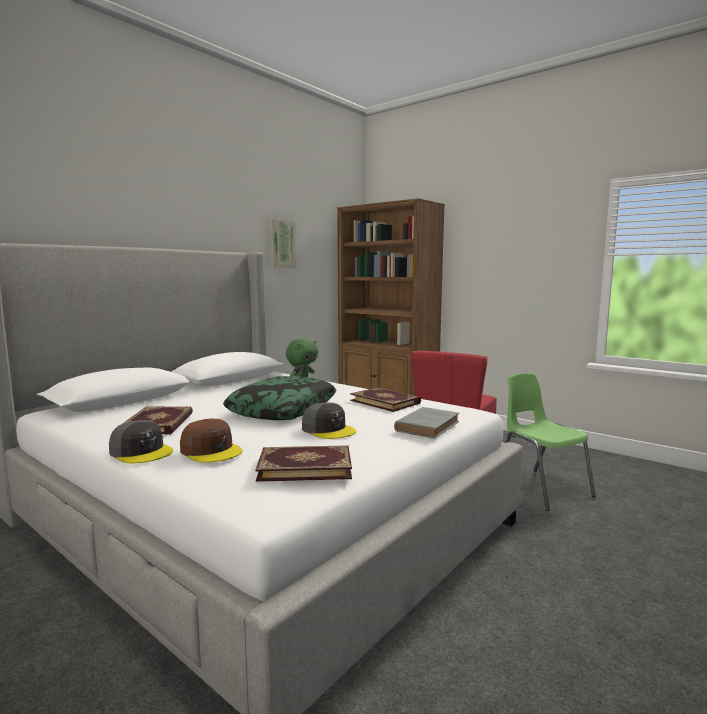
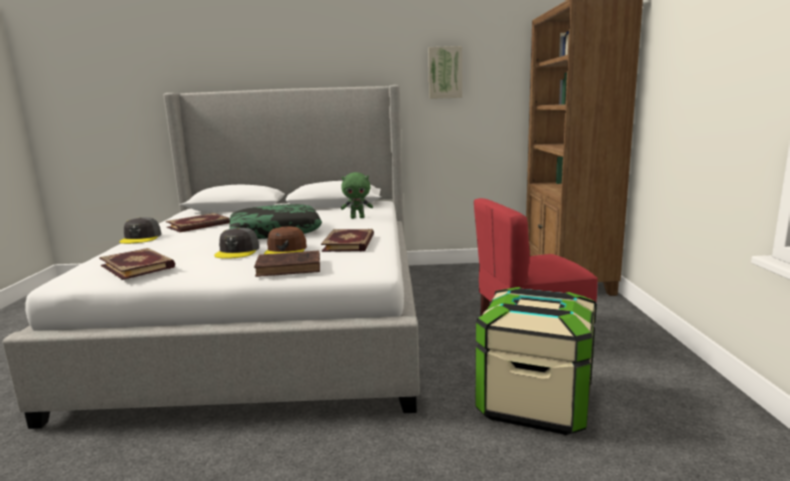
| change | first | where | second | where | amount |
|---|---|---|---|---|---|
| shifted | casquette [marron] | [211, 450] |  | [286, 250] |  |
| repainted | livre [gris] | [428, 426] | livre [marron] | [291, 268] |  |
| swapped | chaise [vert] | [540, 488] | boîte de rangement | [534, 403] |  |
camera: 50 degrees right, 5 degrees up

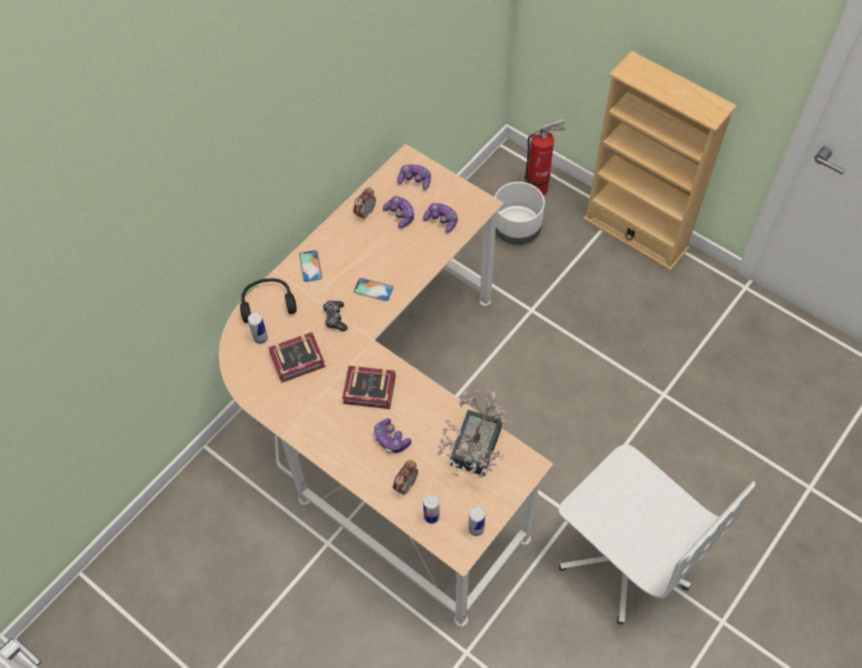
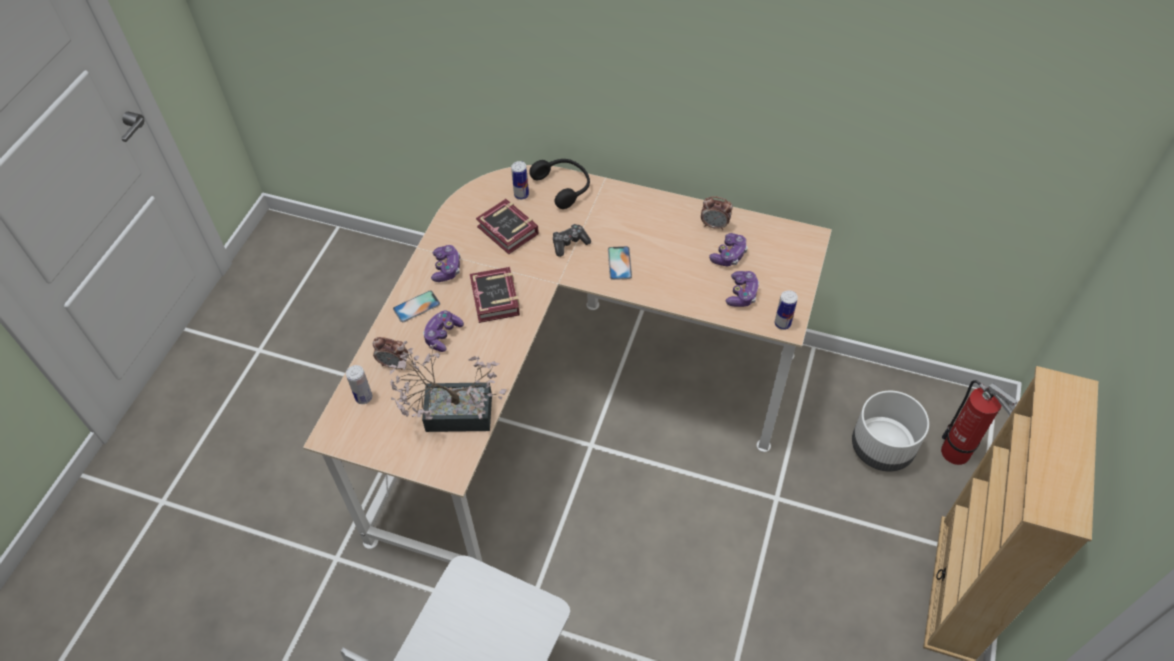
| change | first | where | second | where | amount |
|---|---|---|---|---|---|
| shifted | téléphone | [310, 266] |  | [416, 306] |  |
| shifted | manette | [415, 181] |  | [446, 268] |  |
| shifted | boîte métallique | [476, 529] |  | [782, 323] |  |
camera: 70 degrees right, 5 degrees down

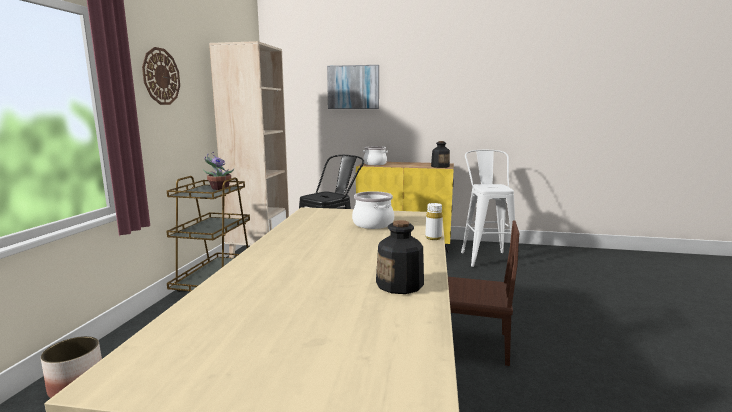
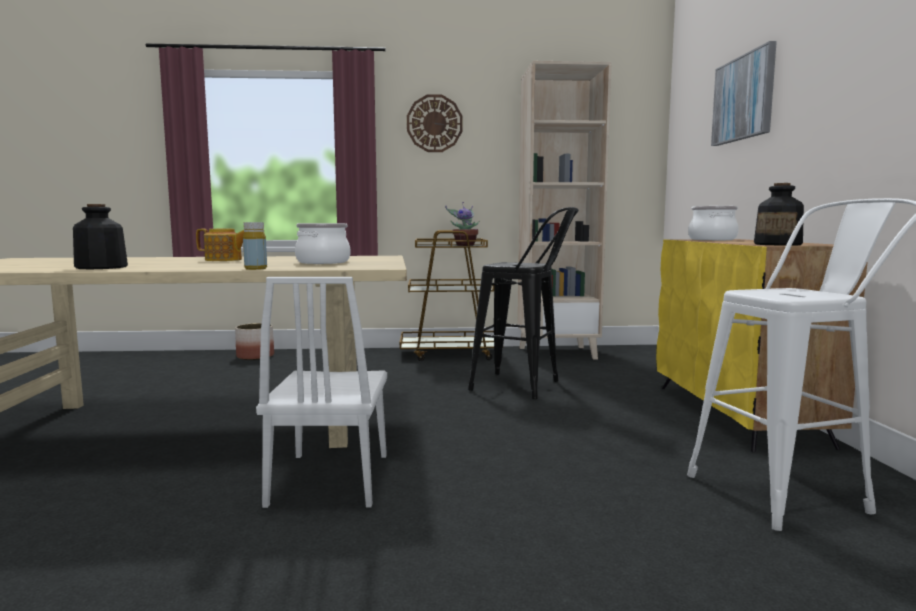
| change | first | where | second | where | amount |
|---|---|---|---|---|---|
| repainted | bouteille [blanc] | [433, 238] | bouteille [jaune] | [255, 268] |  |
| repainted | chaise [marron] | [470, 344] | chaise [blanc] | [330, 478] |  |
| new |  |  | théière | [224, 260] |  |
camera: 75 degrees right, 5 degrees down

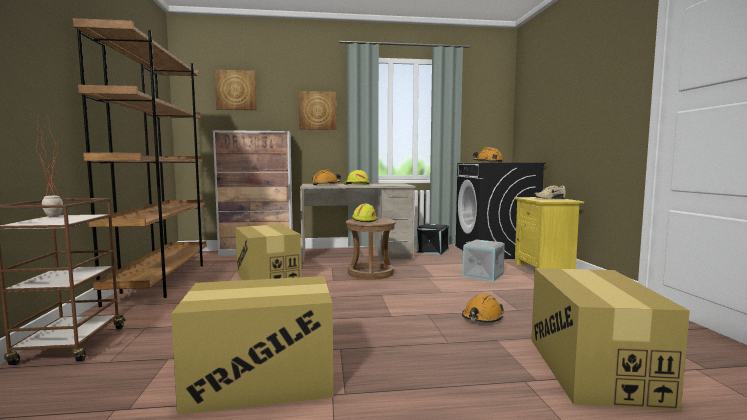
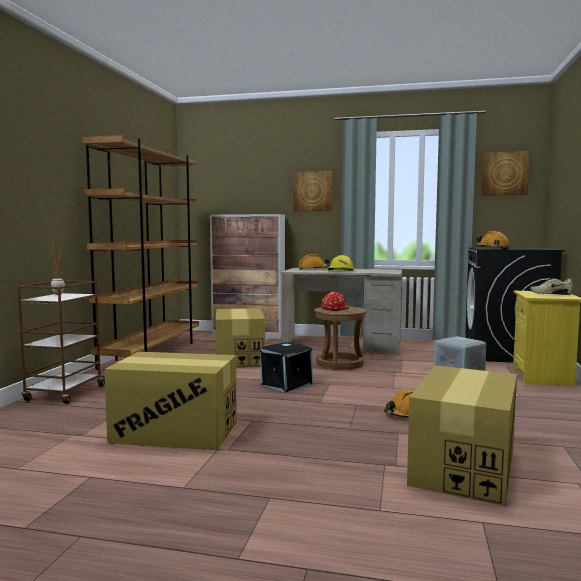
| change | first | where | second | where | amount |
|---|---|---|---|---|---|
| shifted | tableau | [236, 90] |  | [504, 173] |  |
| repainted | casque de chantier [jaune] | [364, 220] | casque de chantier [rouge] | [334, 309] |  |
| shifted | boîte de rangement [noir] | [433, 251] |  | [287, 384] |  |
camera: 20 degrees right, 0 degrees up

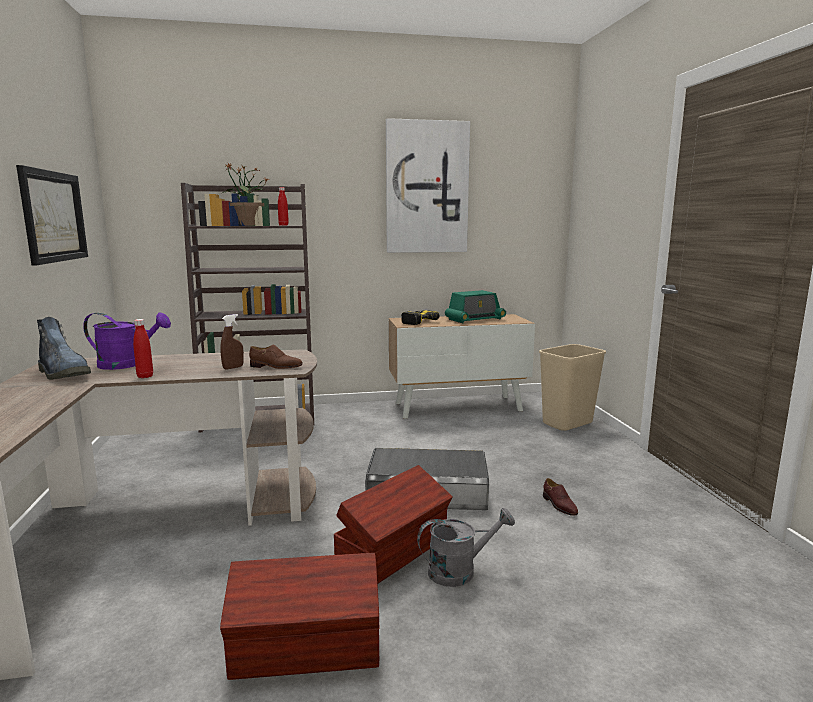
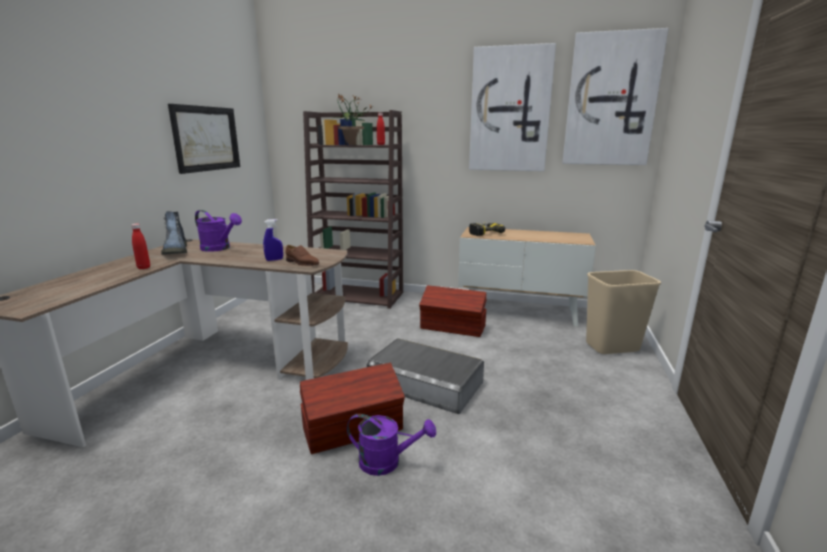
| change | first | where | second | where | amount |
|---|---|---|---|---|---|
| shifted | bouteille [rouge] | [145, 376] |  | [144, 268] |  |
| repainted | vaporisateur [marron] | [233, 367] | vaporisateur [bleu] | [274, 260] |  |
| shifted | boîte de rangement [marron] | [307, 650] |  | [453, 327] |  |
| repainted | arrosoir [gris] | [460, 570] | arrosoir [violet] | [387, 462] |  |
| gone | radio | [475, 319] |  |  |  |
| gone | chaussure [marron] | [559, 505] |  |  |  |
| new |  |  | tableau | [611, 100] |  |
camera: 25 degrees right, 5 degrees up

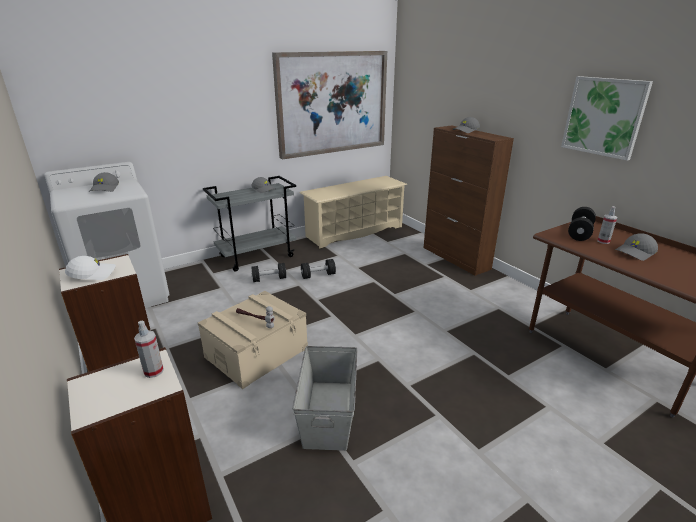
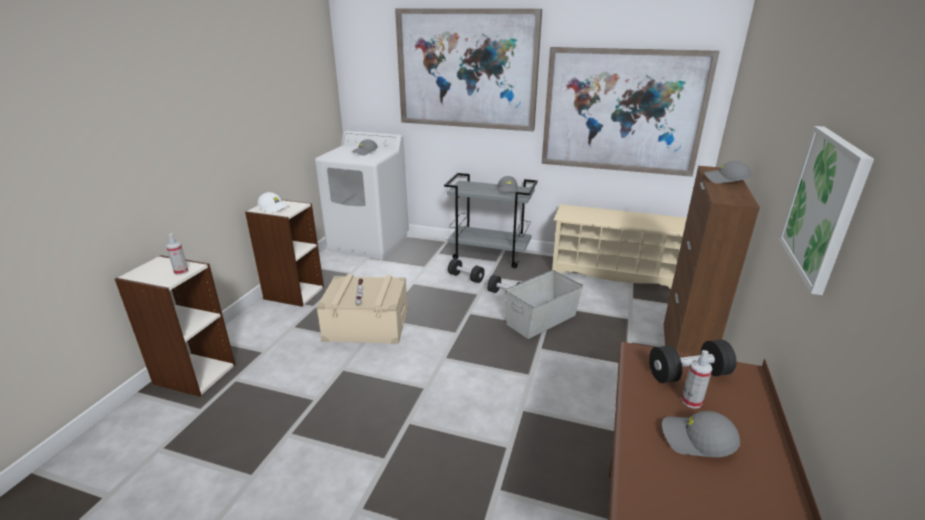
| change | first | where | second | where | amount |
|---|---|---|---|---|---|
| shifted | boîte de rangement [gris] | [329, 413] |  | [542, 320] |  |
| new |  |  | tableau | [467, 69] |  |
camera: 50 degrees right, 0 degrees up

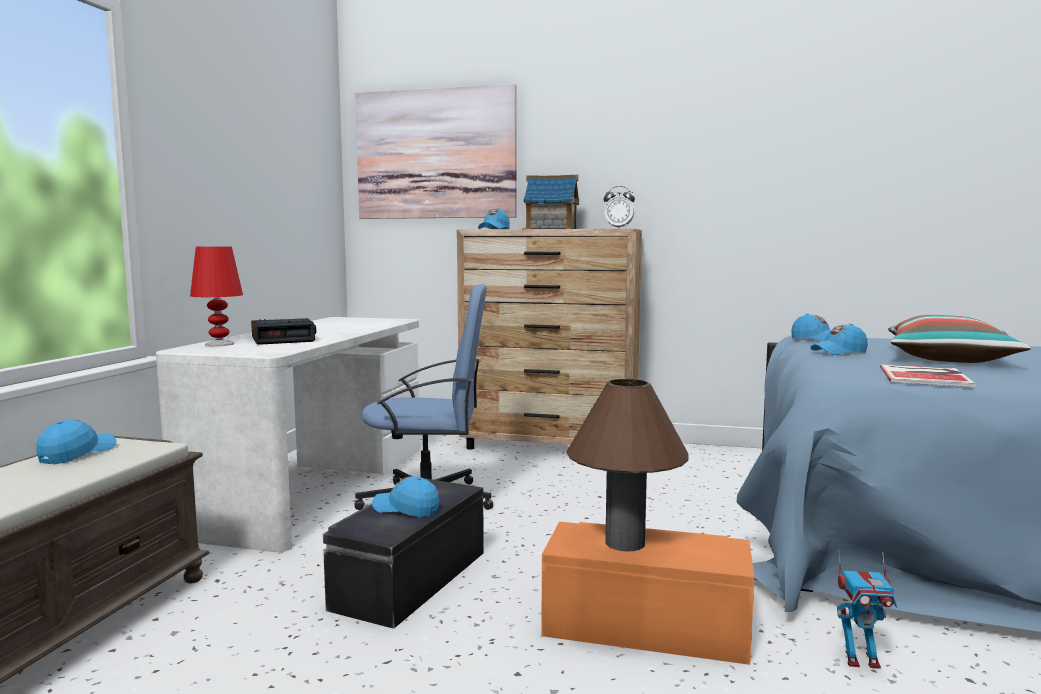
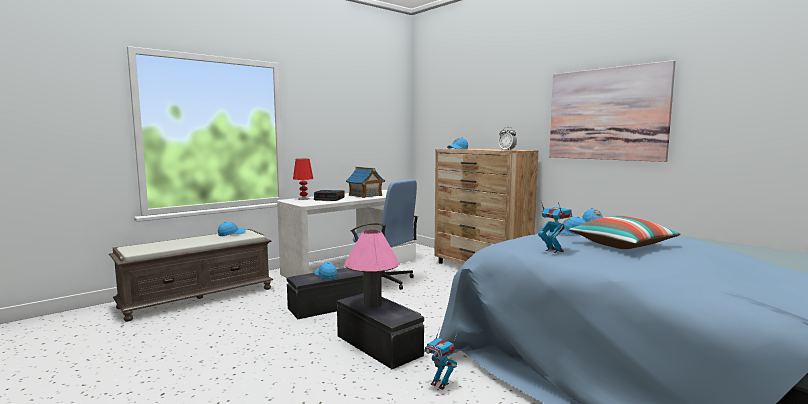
| change | first | where | second | where | amount |
|---|---|---|---|---|---|
| shifted | tableau | [436, 154] |  | [606, 114] |  |
| shifted | maison miniature | [552, 229] |  | [365, 195] |  |
| repainted | boîte de rangement [orange] | [645, 625] | boîte de rangement [noir] | [379, 345] |  |
| repainted | lampe de table [marron] | [625, 543] | lampe de table [rose] | [372, 304] |  |
| swapped | livre | [926, 376] | robot jouet | [554, 251] |  |
camera: 35 degrees right, 0 degrees up

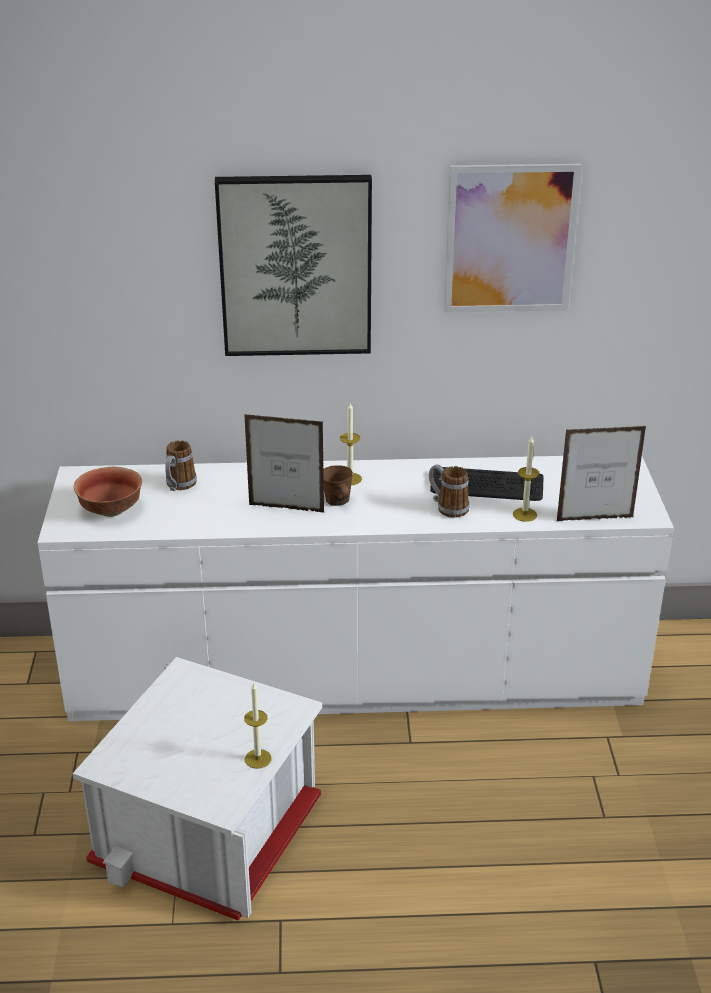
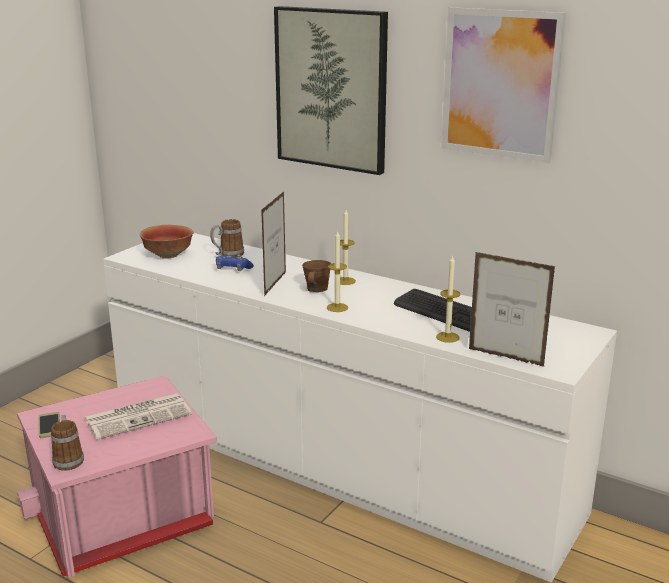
| change | first | where | second | where | amount |
|---|---|---|---|---|---|
| repainted | boîte de rangement [blanc] | [211, 828] | boîte de rangement [rose] | [124, 513] |  |
| rotated | cadre photo | [286, 508] |  | [275, 284] | 60 degrees clockwise |
| shifted | bougie | [258, 759] |  | [337, 307] |  |
| shifted | mug | [447, 507] |  | [68, 459] |  |
| new |  |  | téléphone | [49, 425] |  |
| new |  |  | journal | [139, 416] |  |
| new |  |  | manette [bleu] | [233, 269] |  |
camera: 35 degrees right, 10 degrees down

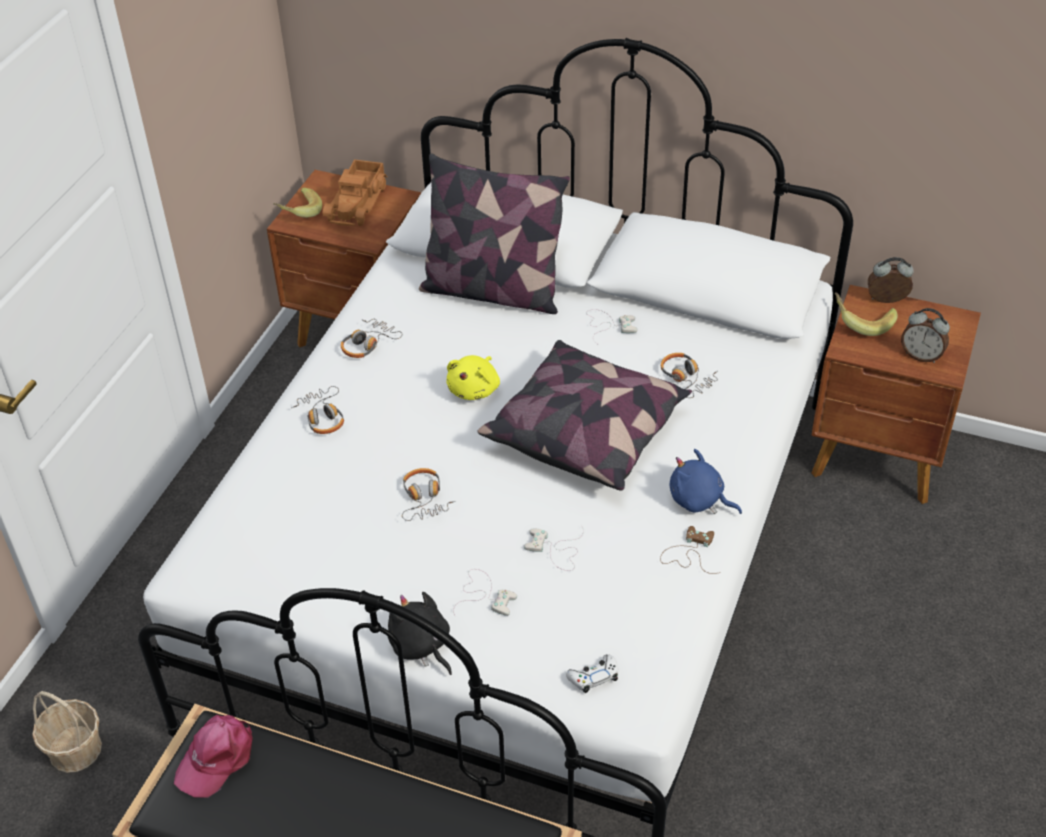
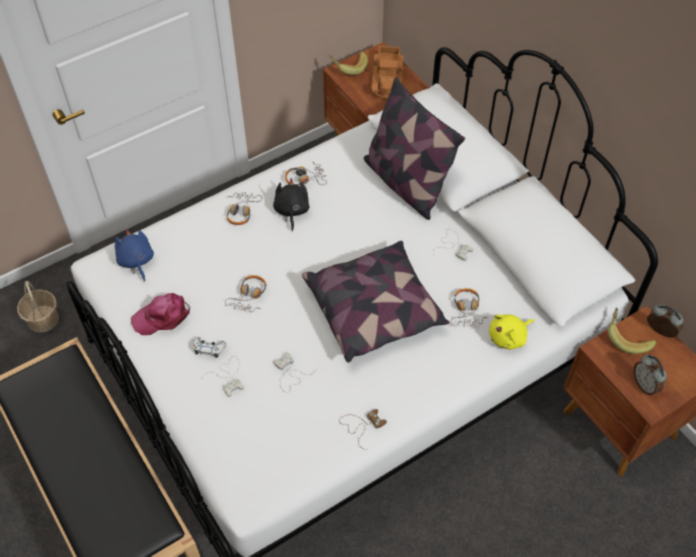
| change | first | where | second | where | amount |
|---|---|---|---|---|---|
| shifted | casquette [rose] | [217, 758] |  | [162, 316] |  |
| rotated | camion jouet | [358, 202] |  | [388, 78] | 45 degrees counterclockwise |
| shifted | peluche [noir] | [421, 647] |  | [291, 211] |  |
| shifted | peluche [jaune] | [475, 389] |  | [509, 337] |  |
| shifted | manette [blanc] | [593, 677] |  | [209, 348] |  |
| shifted | peluche [bleu] | [699, 500] |  | [136, 261] |  |
camera: 35 degrees right, 10 degrees up

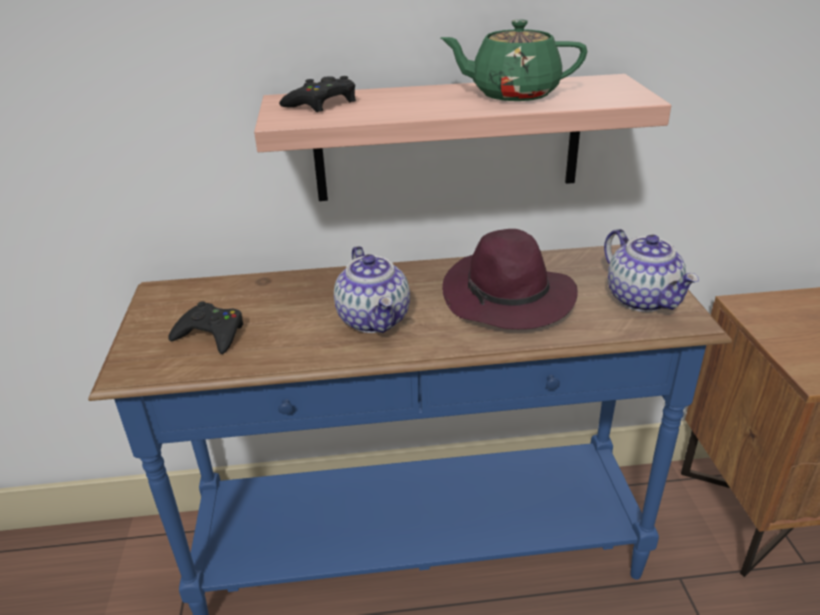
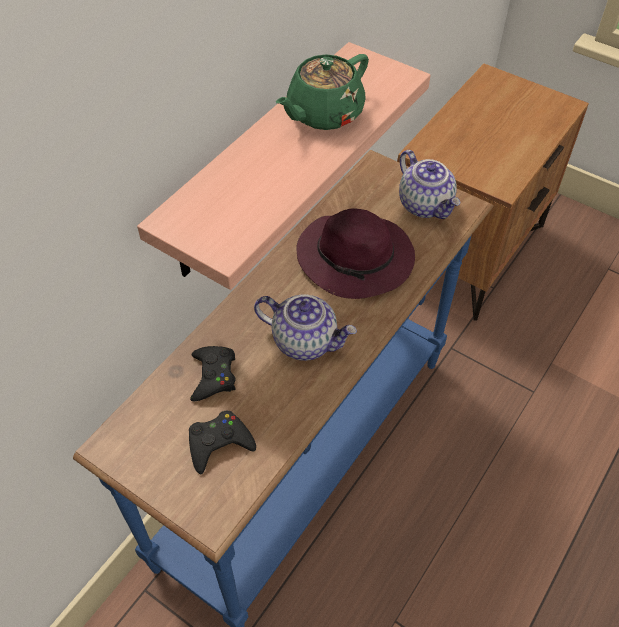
| change | first | where | second | where | amount |
|---|---|---|---|---|---|
| shifted | manette [noir] | [322, 103] |  | [213, 376] |  |
| rotated | théière | [643, 299] |  | [426, 205] | 45 degrees clockwise |
camera: 50 degrees left, 20 degrees up

